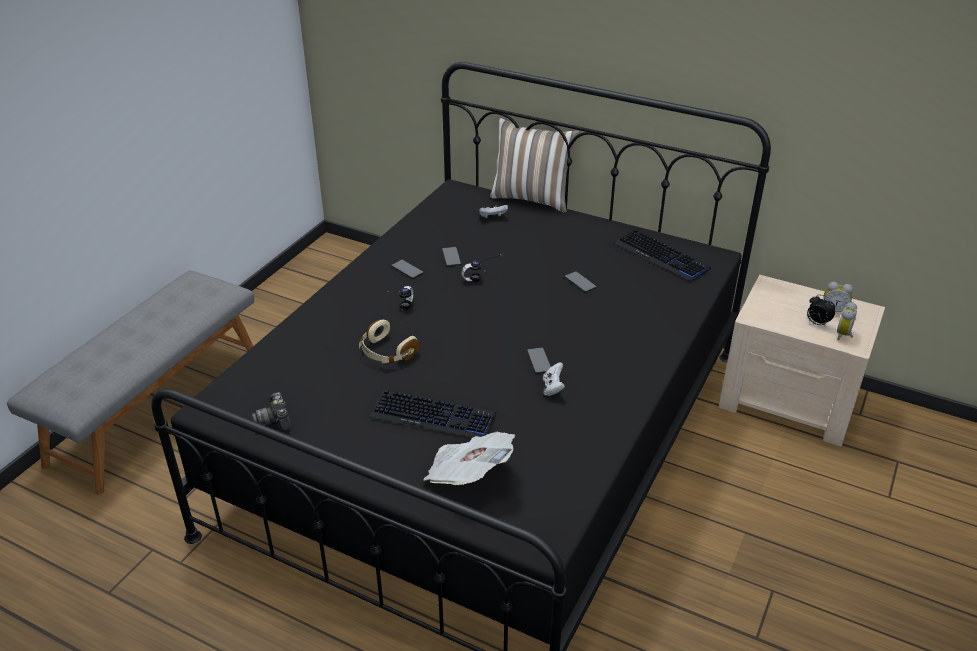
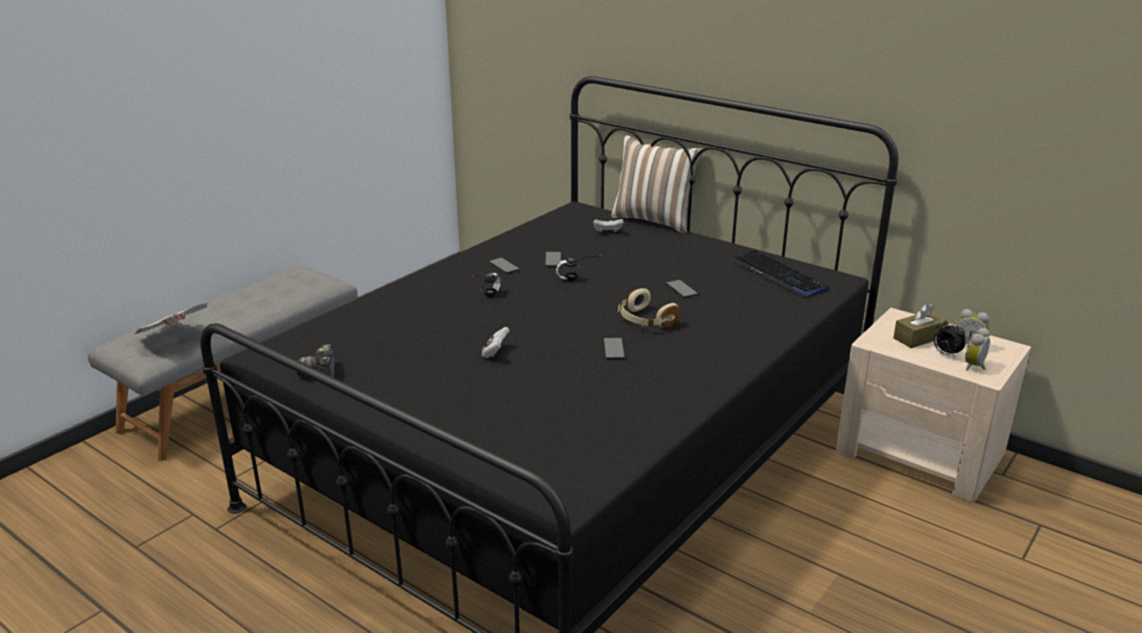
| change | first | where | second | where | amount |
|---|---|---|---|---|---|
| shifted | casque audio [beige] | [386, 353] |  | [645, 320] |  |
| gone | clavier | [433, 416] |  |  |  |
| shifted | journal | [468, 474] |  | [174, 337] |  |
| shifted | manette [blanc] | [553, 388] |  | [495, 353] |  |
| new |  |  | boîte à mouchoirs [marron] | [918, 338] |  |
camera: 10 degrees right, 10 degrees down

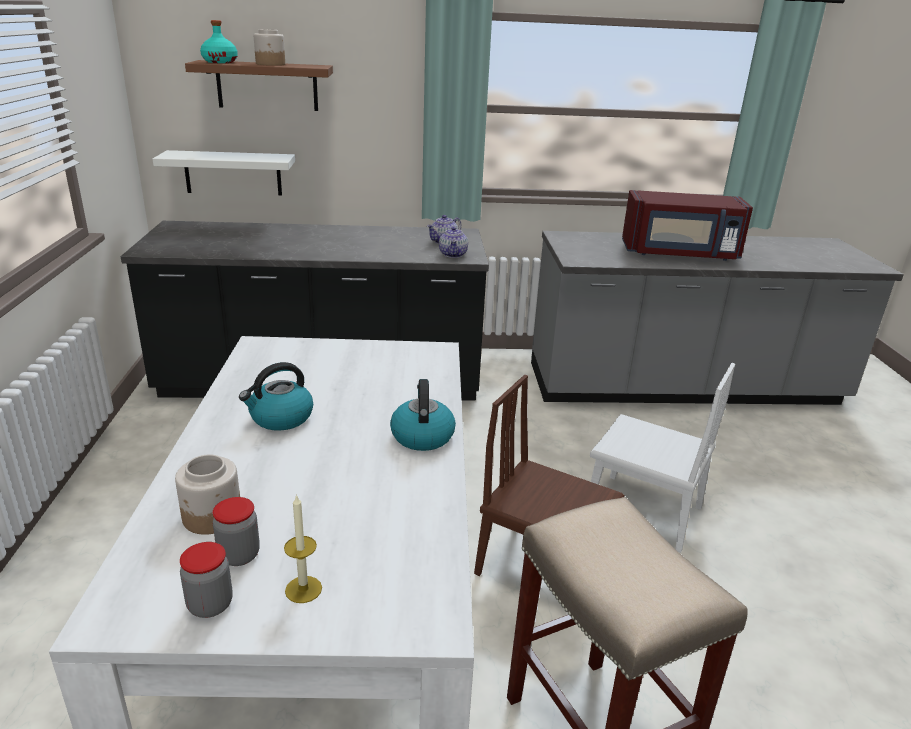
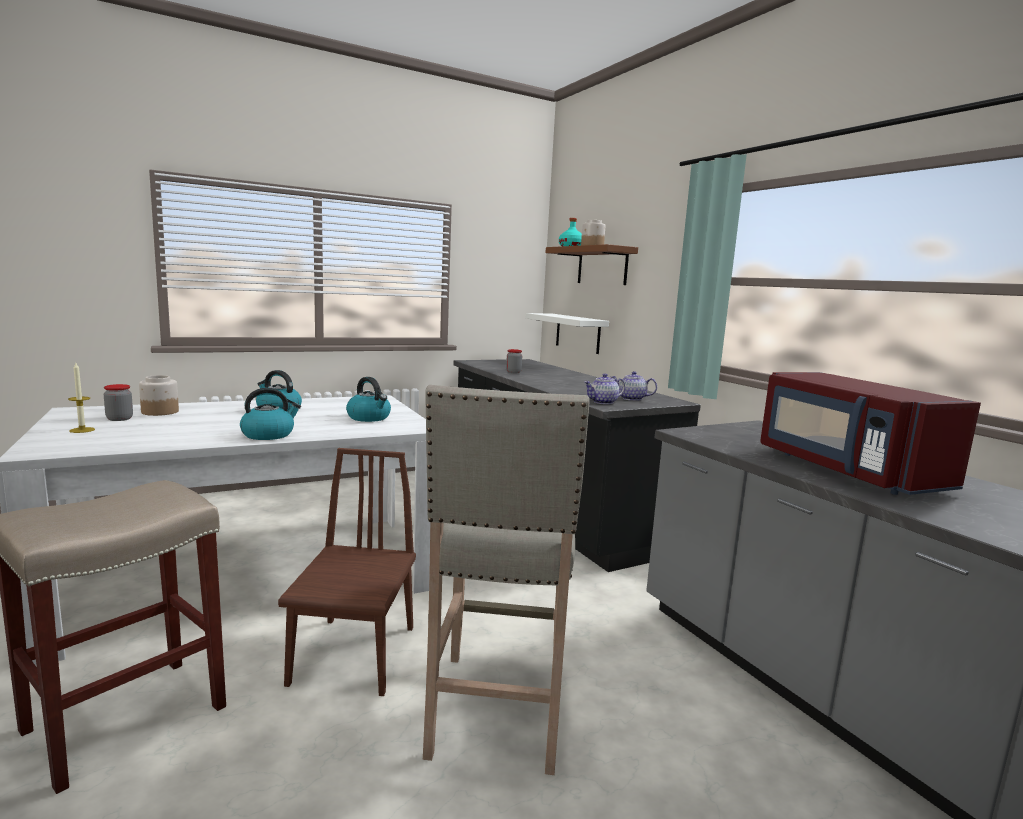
| change | first | where | second | where | amount |
|---|---|---|---|---|---|
| shifted | bocal | [210, 605] |  | [513, 372] |  |
| swapped | chaise [blanc] | [642, 511] | tabouret [beige] | [496, 712] |  |
| new |  |  | bouilloire | [369, 418] |  |
camera: 65 degrees right, 15 degrees down

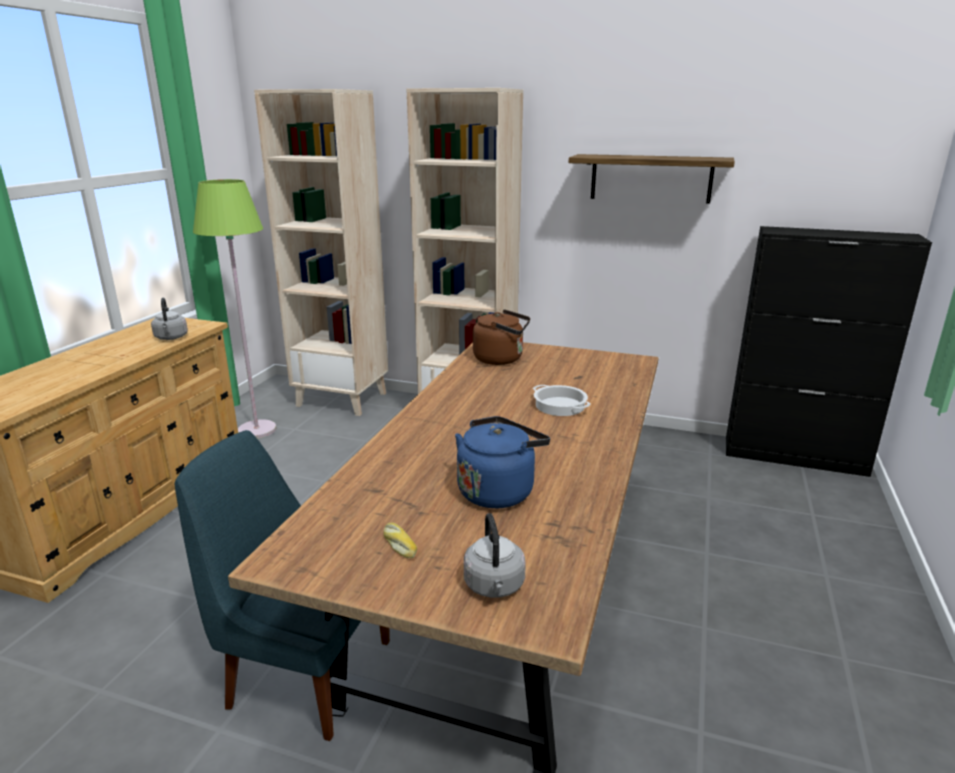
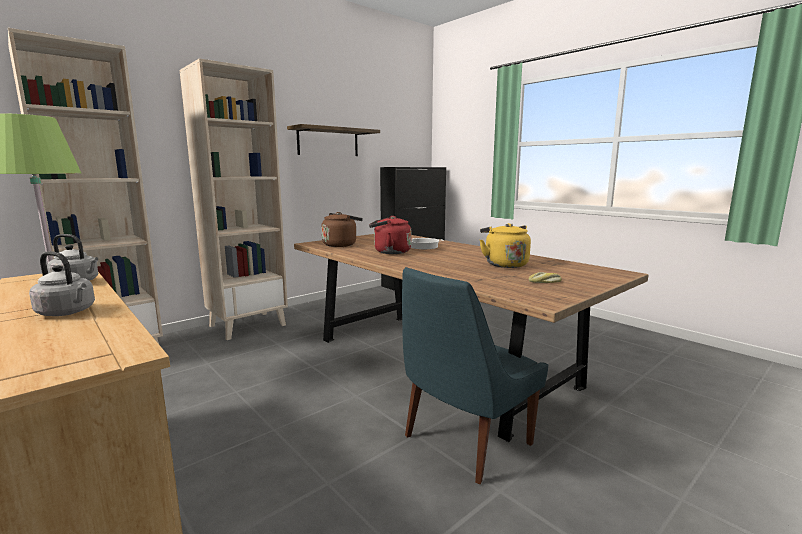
| change | first | where | second | where | amount |
|---|---|---|---|---|---|
| repainted | bouilloire [bleu] | [498, 491] | bouilloire [jaune] | [504, 264] |  |
| shifted | bouilloire [gris] | [494, 587] |  | [68, 312] |  |
| new |  |  | bouilloire [rouge] | [389, 252] |  |
camera: 60 degrees left, 10 degrees down

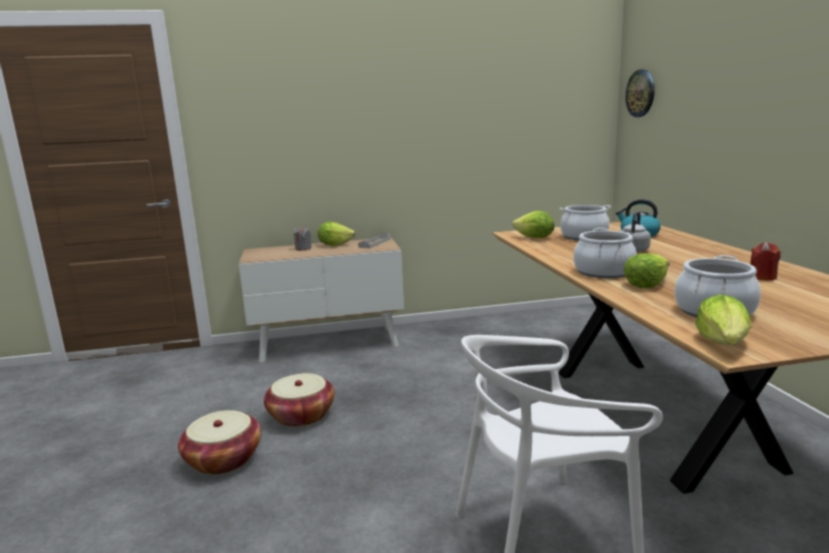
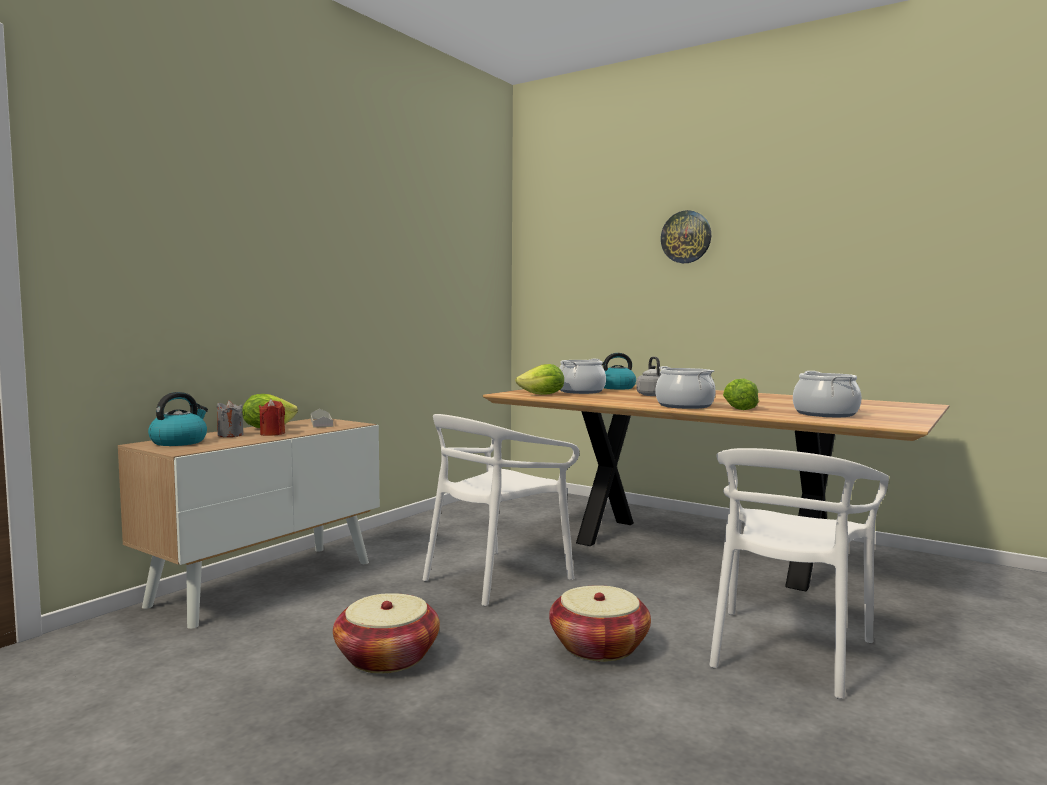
| change | first | where | second | where | amount |
|---|---|---|---|---|---|
| shifted | panier | [223, 459] |  | [599, 647] |  |
| shifted | horloge murale | [641, 93] |  | [686, 237] |  |
| gone | laitue | [723, 343] |  |  |  |
| shifted | bougie [rouge] | [762, 277] |  | [272, 434] |  |
| new |  |  | bouilloire | [179, 442] |  |
| new |  |  | chaise [blanc] | [496, 577] |  |
camera: 45 degrees left, 10 degrees down

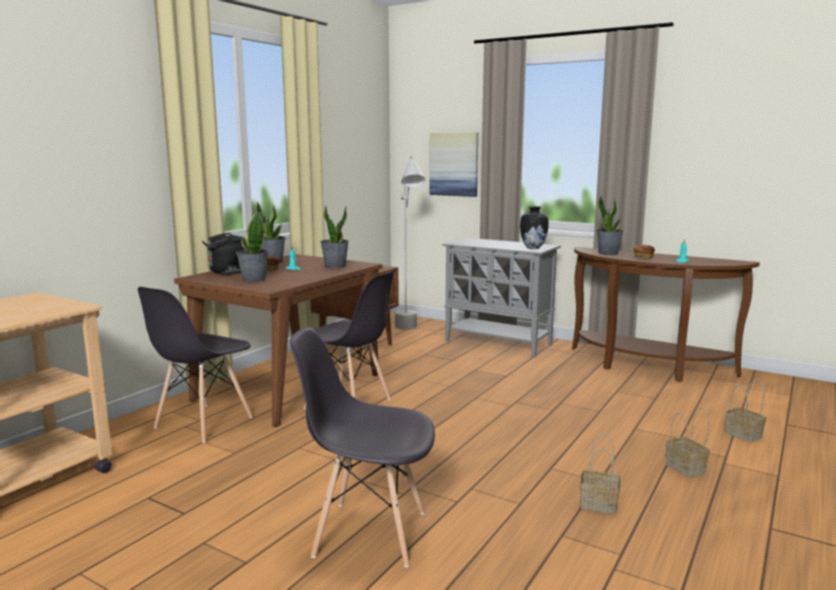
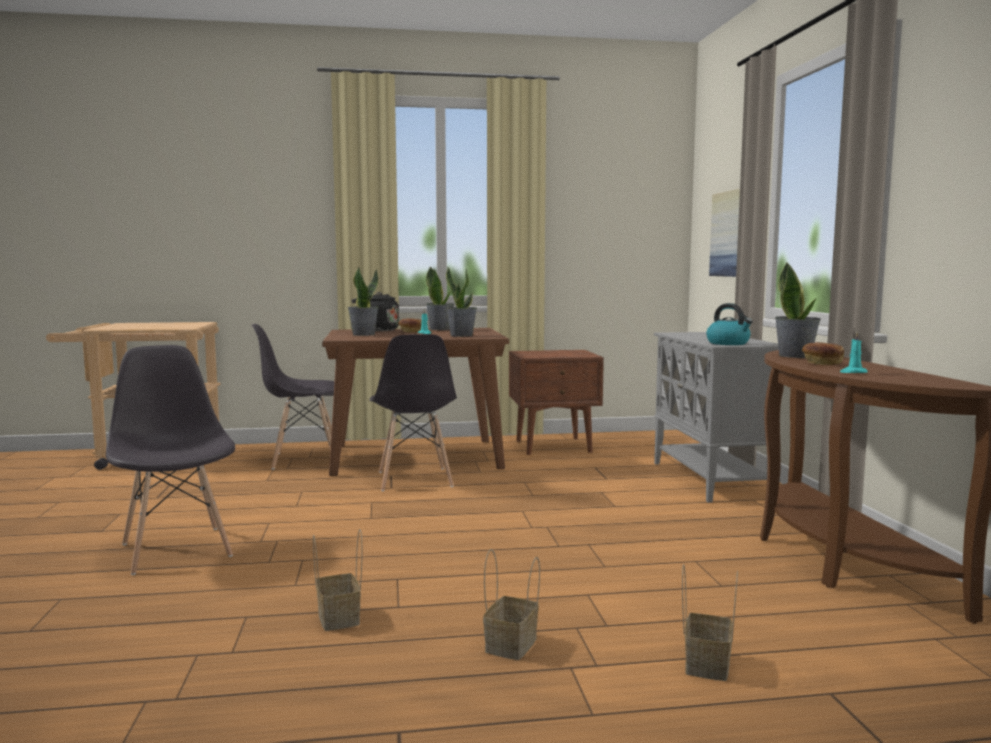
| change | first | where | second | where | amount |
|---|---|---|---|---|---|
| gone | lampadaire [gris] | [409, 331] |  |  |  |
| swapped | vase | [532, 248] | bouilloire | [728, 343] |  |
camera: 50 degrees right, 5 degrees down

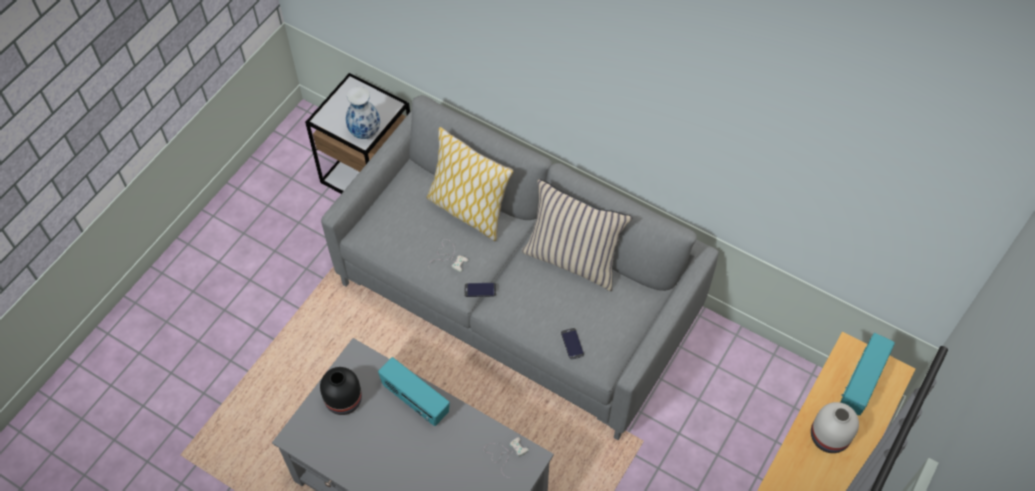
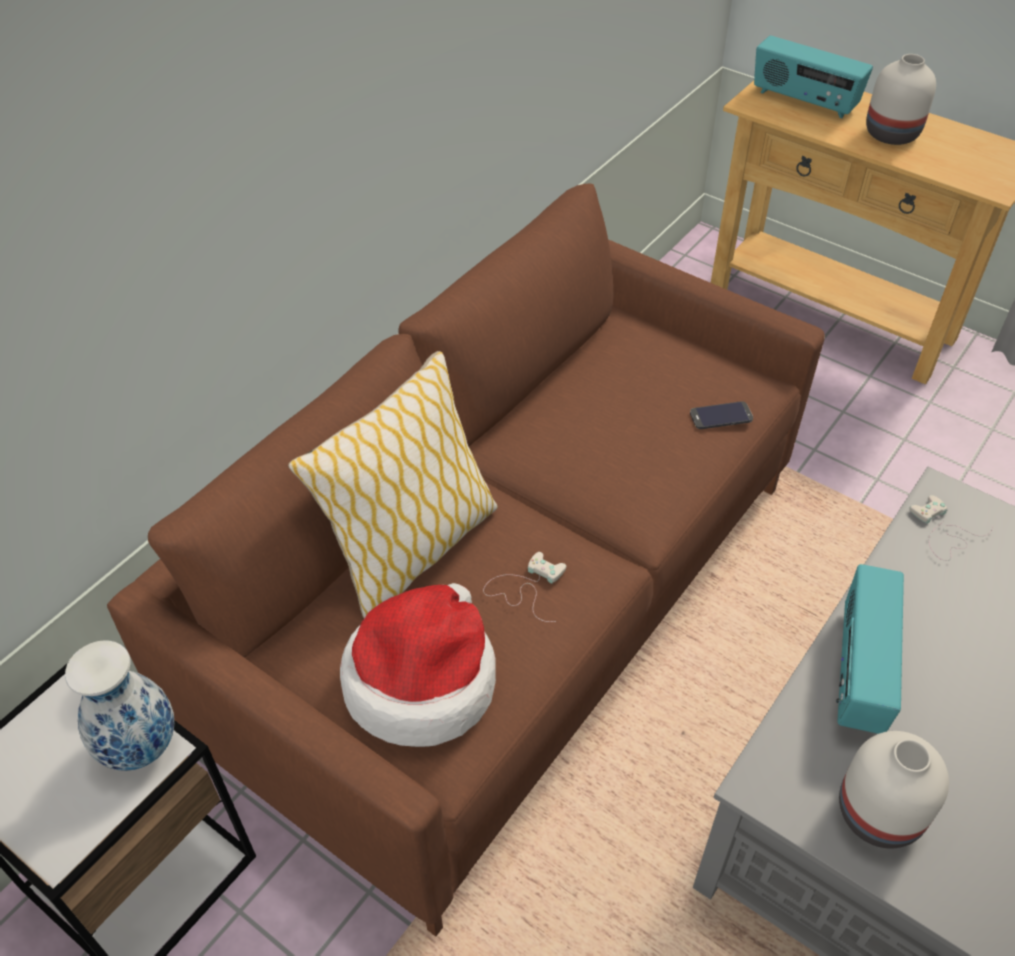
| change | first | where | second | where | amount |
|---|---|---|---|---|---|
| repainted | vase [noir] | [344, 399] | vase [blanc] | [876, 811] |  |
| repainted | canapé [gris] | [518, 299] | canapé [marron] | [506, 604] |  |
| rotated | radio | [415, 401] |  | [859, 671] | 150 degrees clockwise |
| gone | téléphone | [480, 290] |  |  |  |
| gone | coussin [beige] | [573, 259] |  |  |  |
| new |  |  | chapeau | [422, 679] |  |
camera: 85 degrees left, 10 degrees down

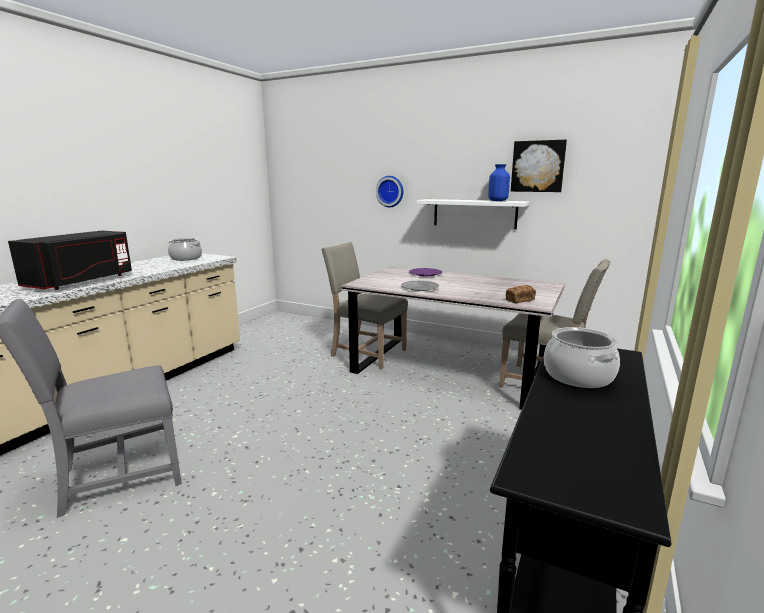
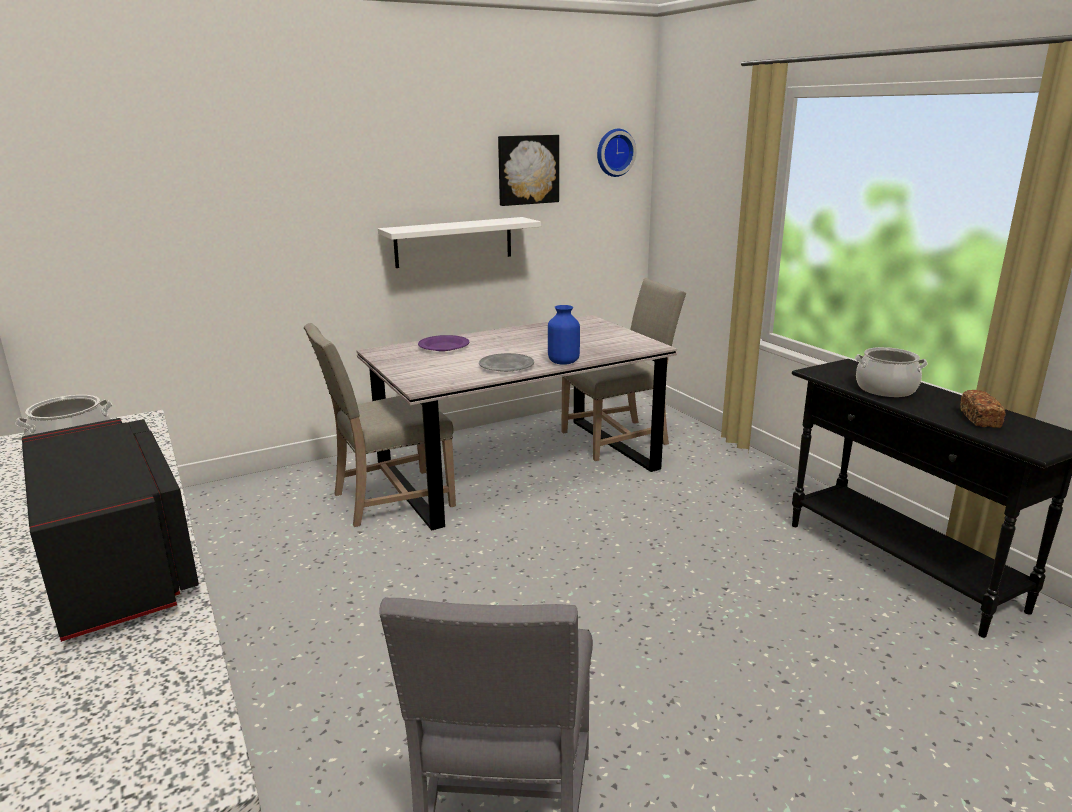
| change | first | where | second | where | amount |
|---|---|---|---|---|---|
| shifted | horloge murale | [390, 191] |  | [614, 152] |  |
| shifted | vase [bleu] | [497, 201] |  | [563, 362] |  |
| shifted | pain | [520, 300] |  | [980, 419] |  |
camera: 55 degrees left, 5 degrees up

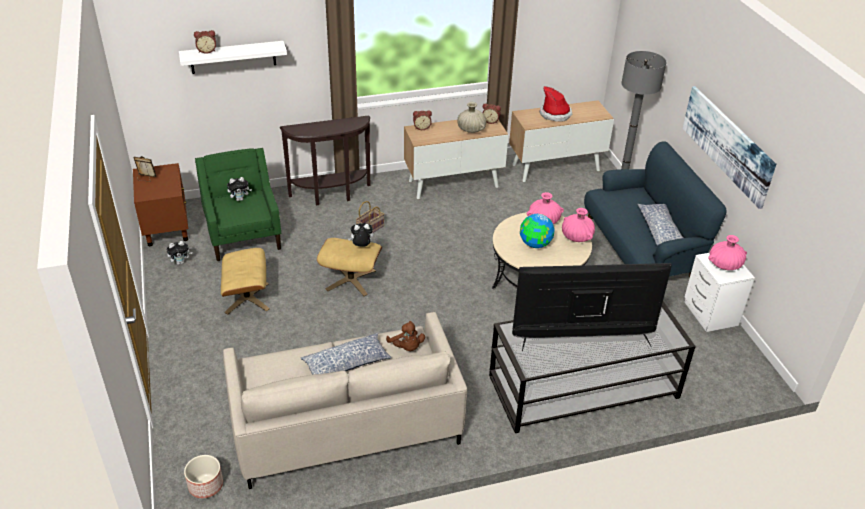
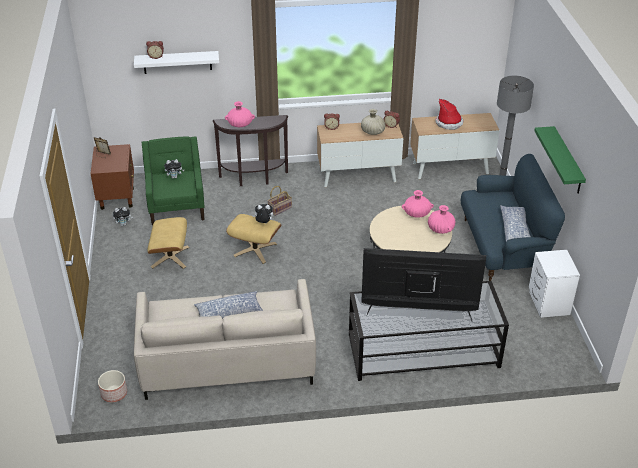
| change | first | where | second | where | amount |
|---|---|---|---|---|---|
| gone | peluche [marron] | [406, 347] |  |  |  |
| gone | globe | [535, 244] |  |  |  |
| swapped | tableau | [727, 144] | étagère [vert] | [567, 161] |  |
| shifted | vase [rose] | [725, 265] |  | [240, 125] |  |
camera: 10 degrees right, 0 degrees up

